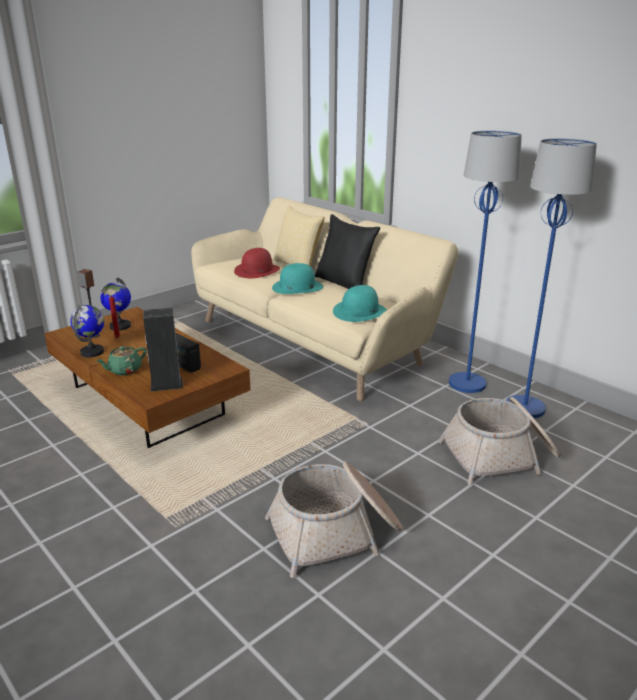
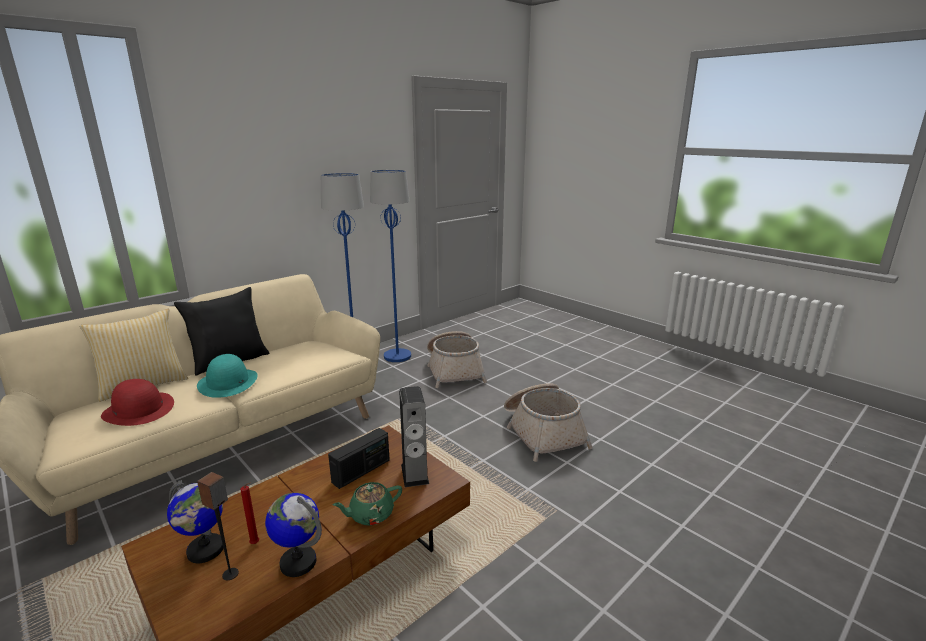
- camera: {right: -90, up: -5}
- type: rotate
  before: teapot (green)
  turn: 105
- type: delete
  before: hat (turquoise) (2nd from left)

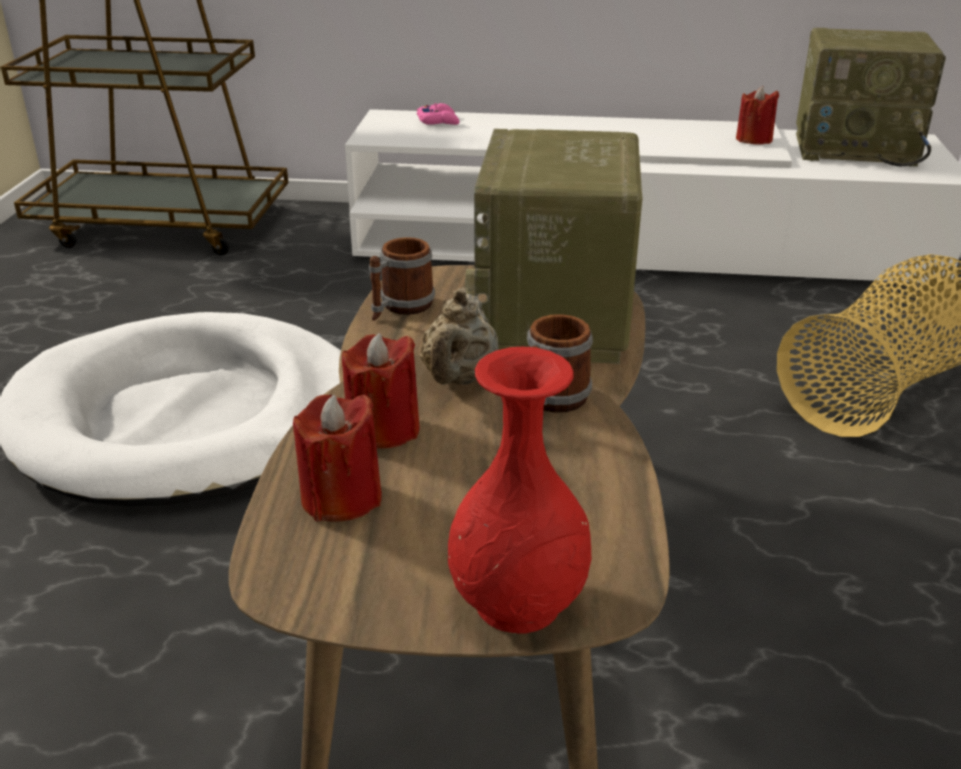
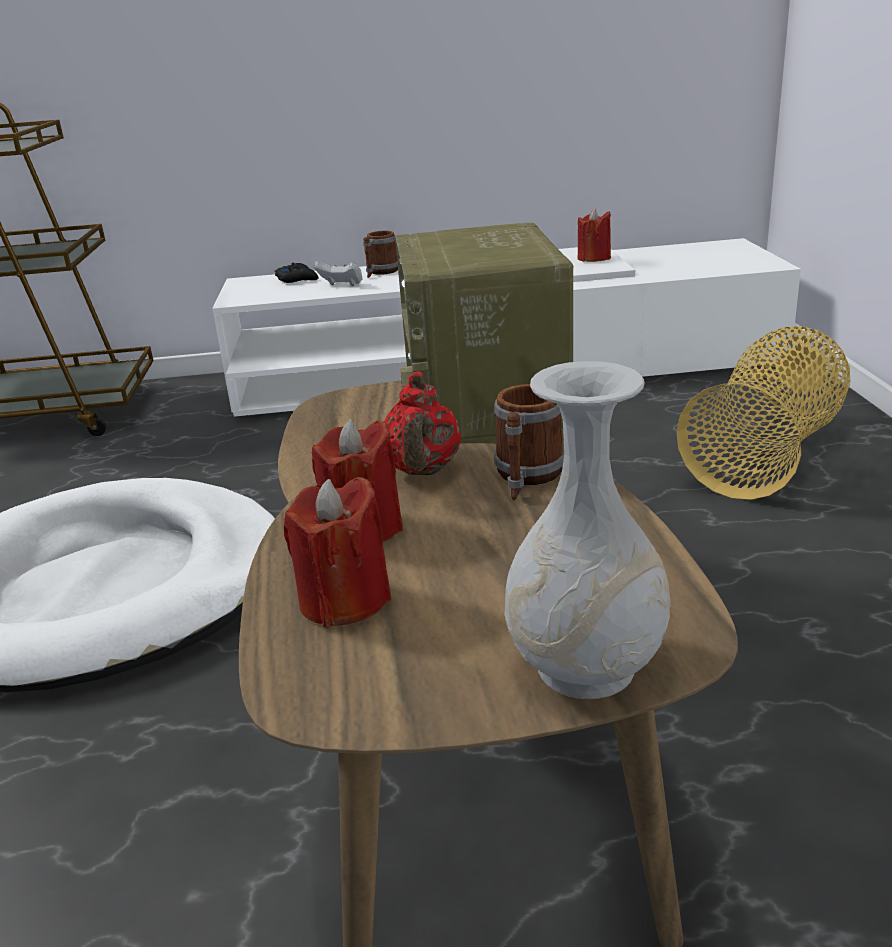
- camera: {right: -10, up: -5}
- type: recolor
  before: game controller (pink)
  after: game controller (black)
- type: insert
  after: game controller (white)
- type: move
  before: mug (1st from left)
- type: recolor
  before: teapot (beige)
  after: teapot (red)
- type: recolor
  before: vase (red)
  after: vase (white)
- type: delete
  before: radio (2nd from left)

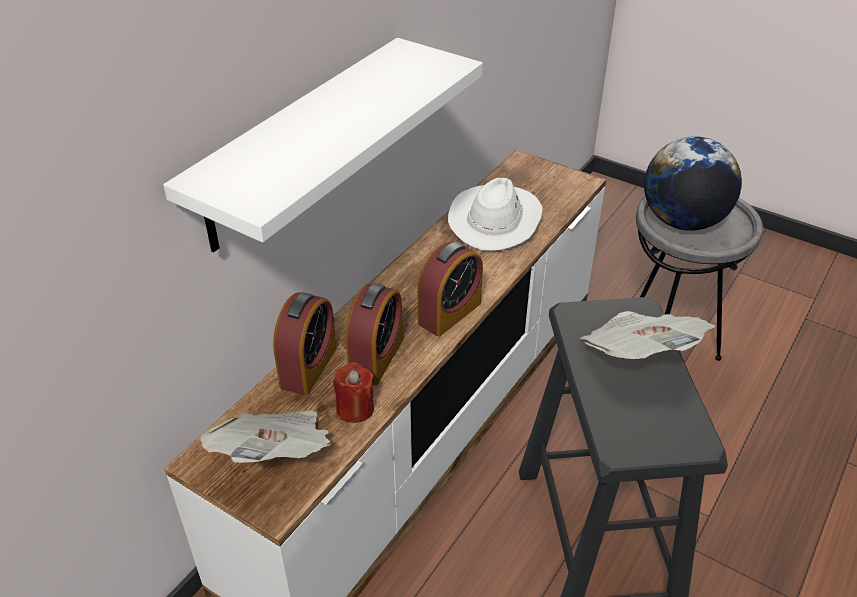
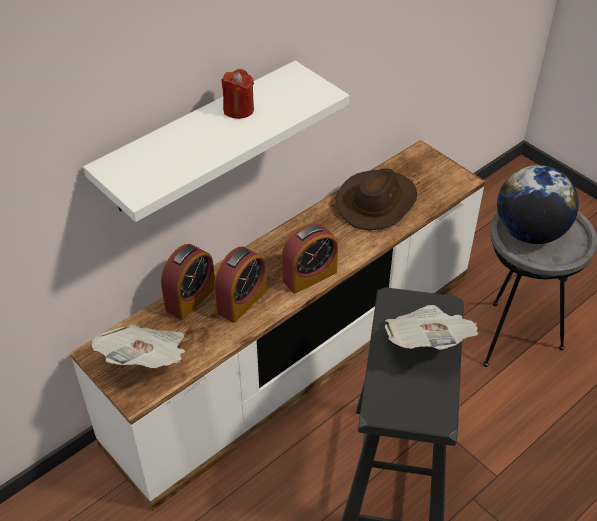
- camera: {right: 15, up: 5}
- type: move
  before: candle (red)
- type: recolor
  before: hat (white)
  after: hat (brown)

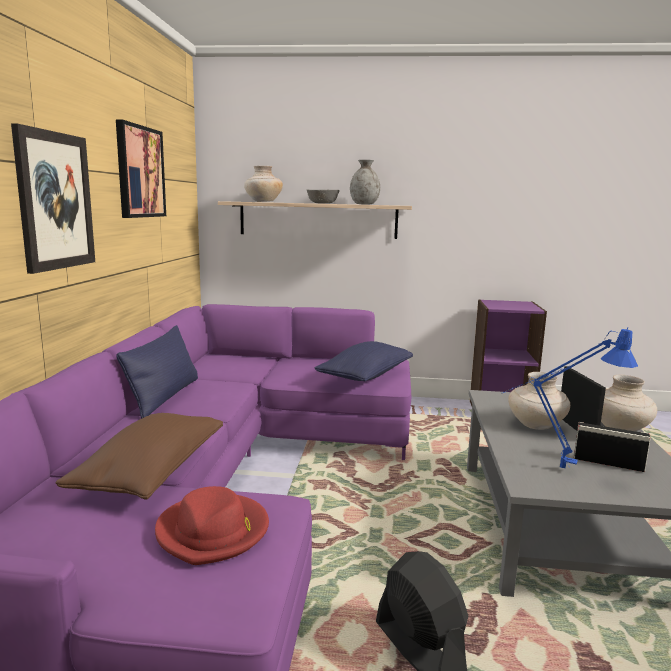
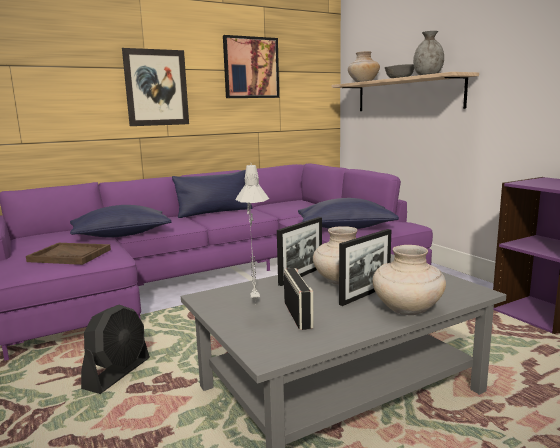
- camera: {right: 55, up: 0}
- type: replace
  before: hat (red)
  after: tray (brown)
- type: recolor
  before: pillow (brown)
  after: pillow (blue) (1st from left)
- type: recolor
  before: table lamp (blue)
  after: table lamp (grey)
- type: insert
  after: picture frame (1st from left)

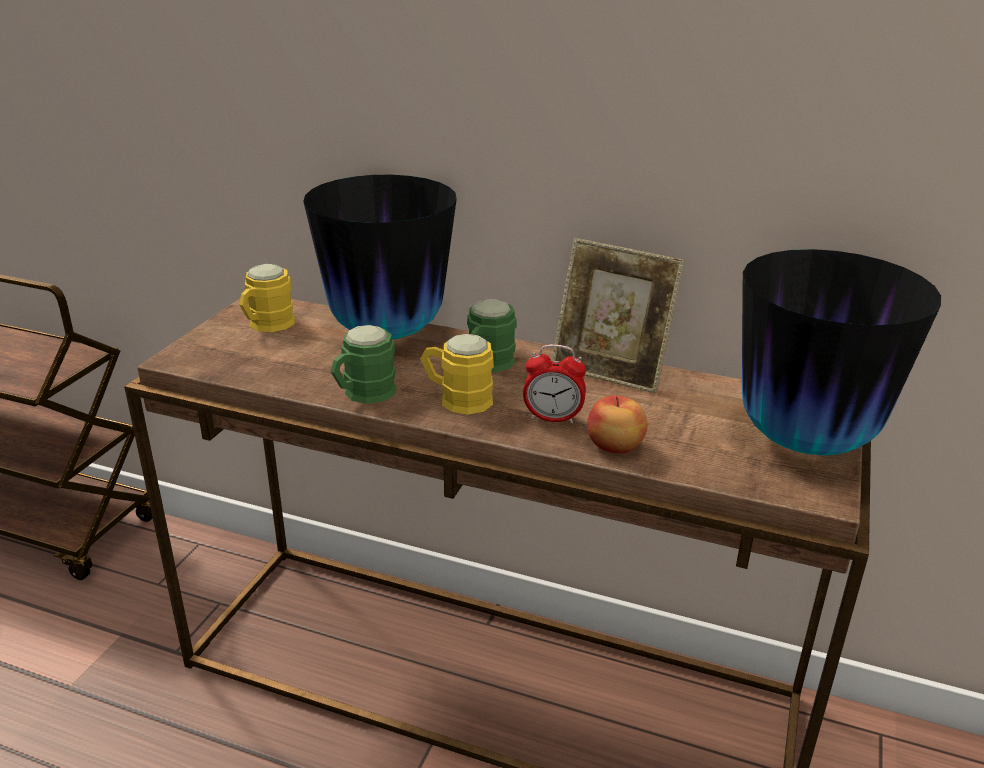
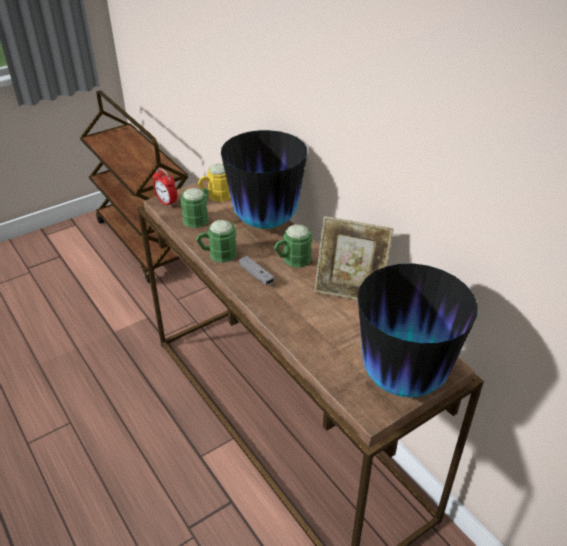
- camera: {right: 35, up: 10}
- type: move
  before: alarm clock
- type: insert
  after: mug (green) (1st from left)
- type: replace
  before: mug (yellow) (2nd from left)
  after: game controller (grey)
- type: rotate
  before: picture frame
  turn: -45
- type: delete
  before: apple

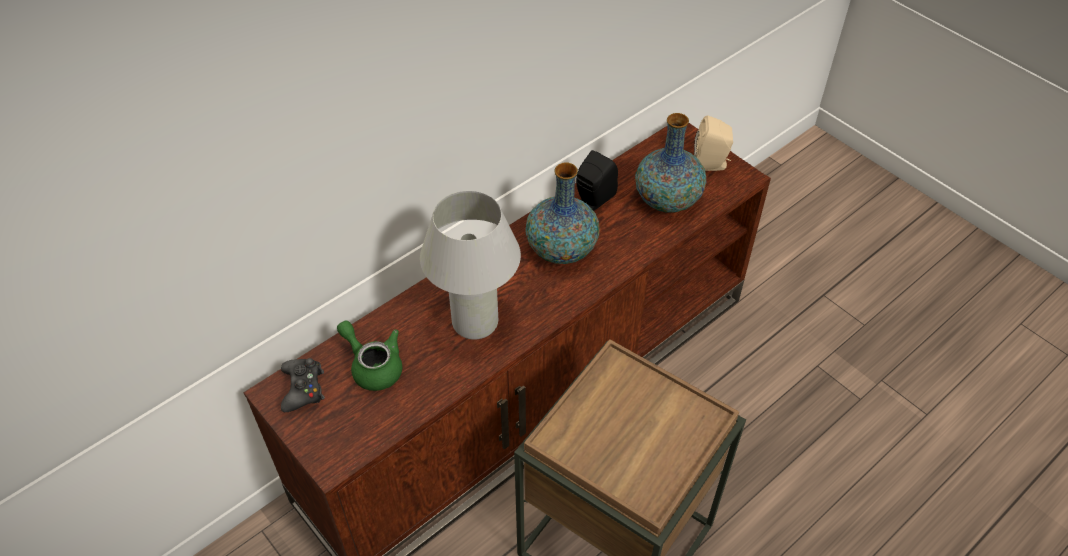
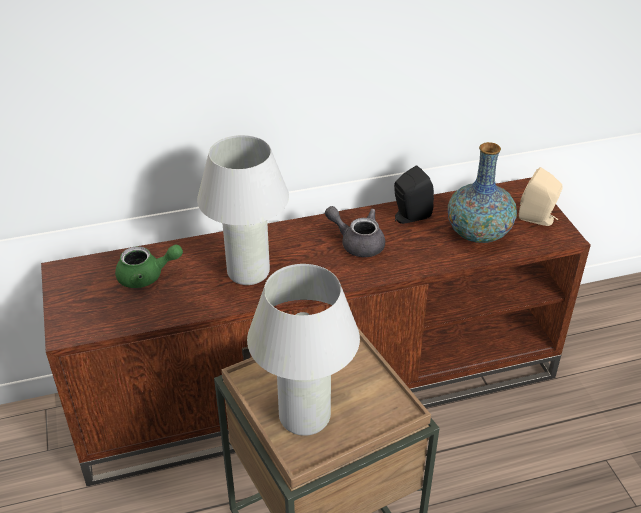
- camera: {right: 25, up: -10}
- type: rotate
  before: teapot (green)
  turn: 105
- type: insert
  after: table lamp (white) (2nd from left)
- type: replace
  before: vase (1st from left)
  after: teapot (grey)
- type: delete
  before: game controller (black)

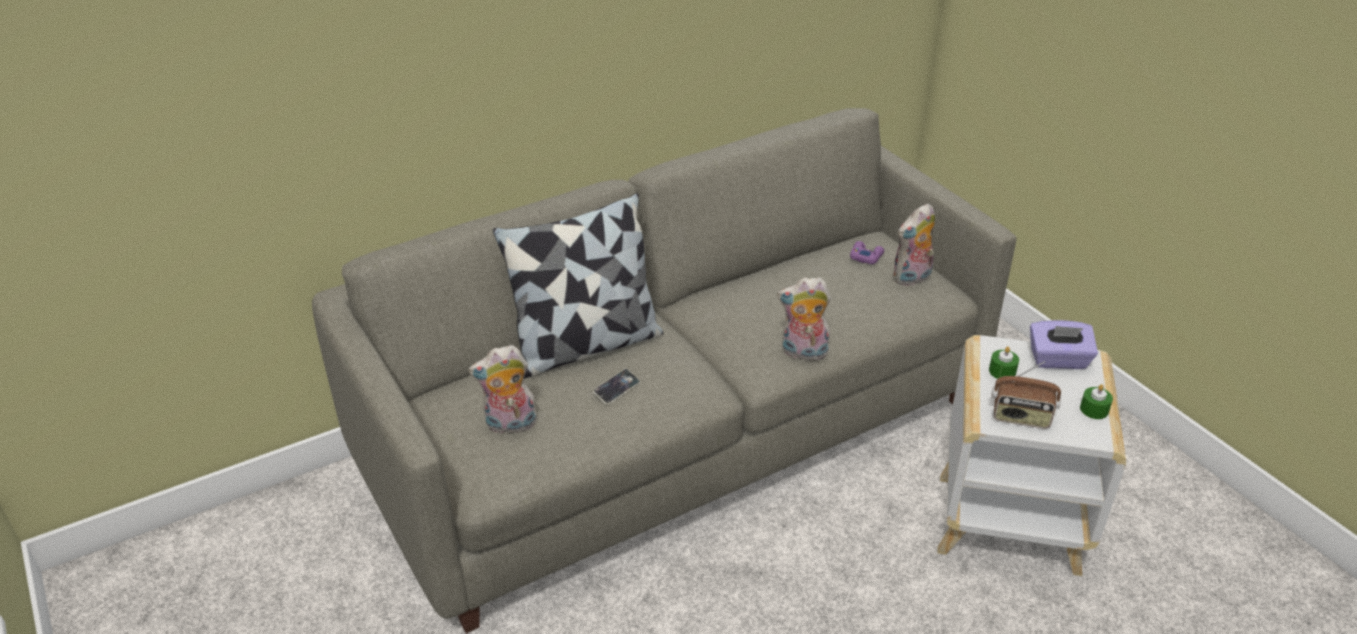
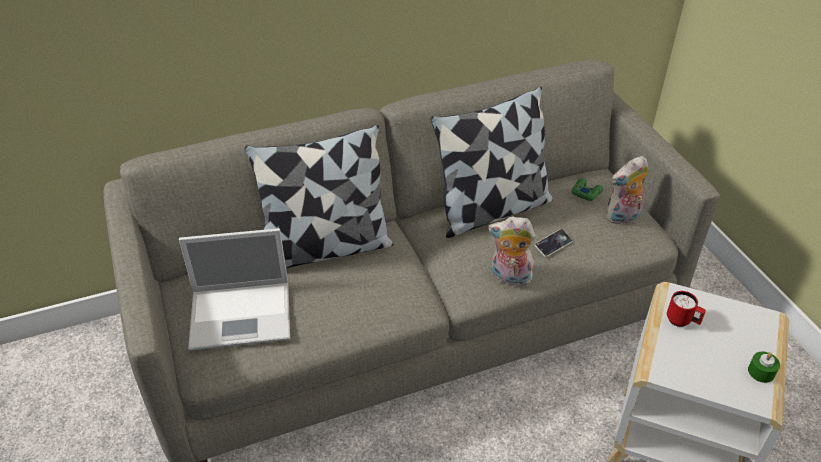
- camera: {right: 10, up: 5}
- type: replace
  before: plush toy (1st from left)
  after: laptop
- type: insert
  after: pillow (2nd from left)
- type: move
  before: phone
- type: recolor
  before: game controller (purple)
  after: game controller (green)
- type: replace
  before: candle (green) (1st from left)
  after: mug (red)
- type: delete
  before: radio
- type: delete
  before: tissue box (purple)

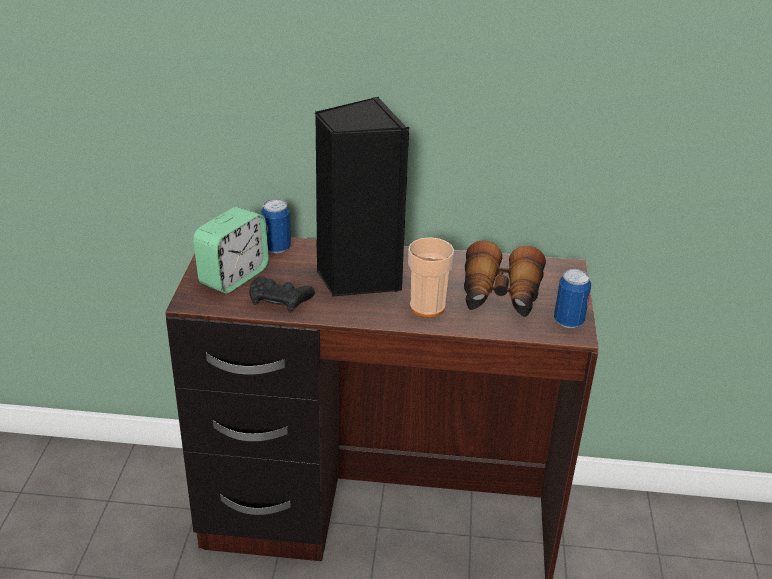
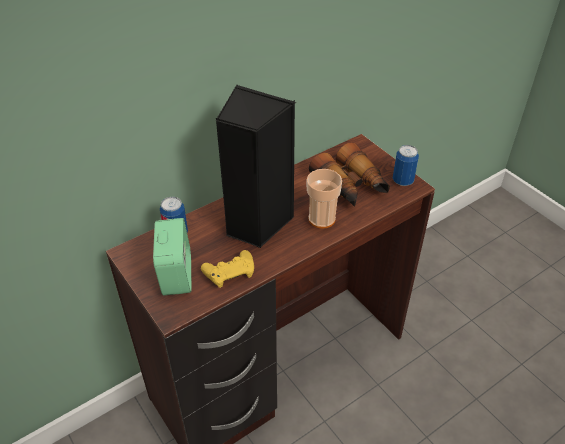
- camera: {right: -40, up: 10}
- type: recolor
  before: game controller (black)
  after: game controller (yellow)

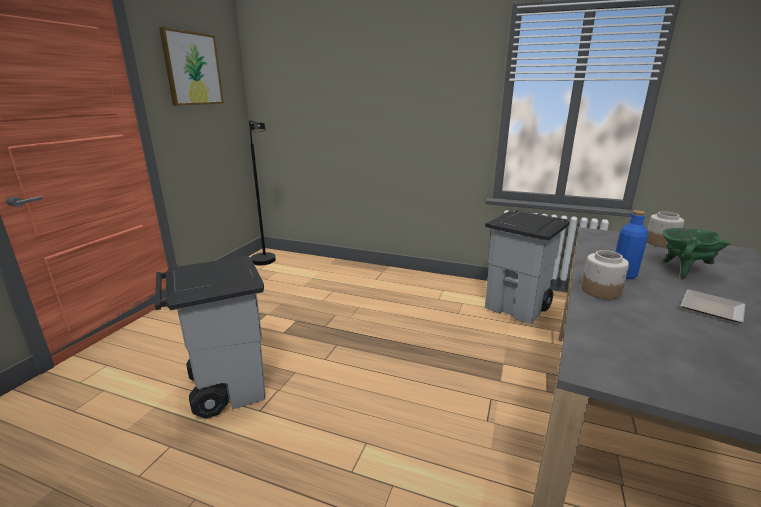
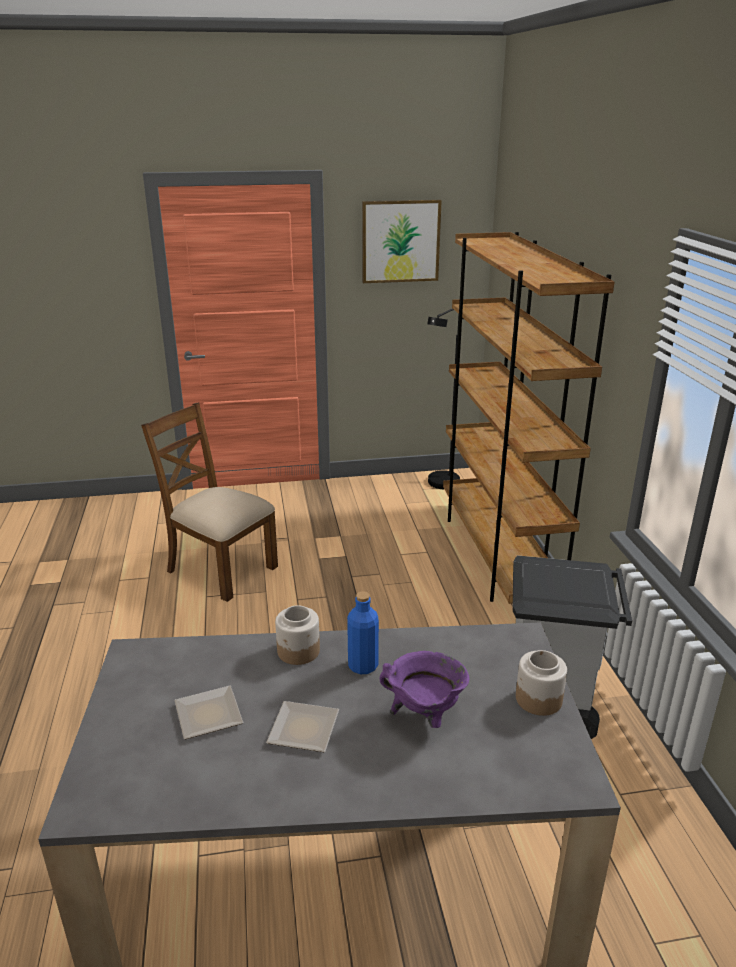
- camera: {right: 60, up: 5}
- type: replace
  before: trash can (grey) (1st from left)
  after: chair (brown)
- type: insert
  after: plate (1st from left)
- type: recolor
  before: cooking pot (green)
  after: cooking pot (purple)
- type: insert
  after: bookcase (brown)

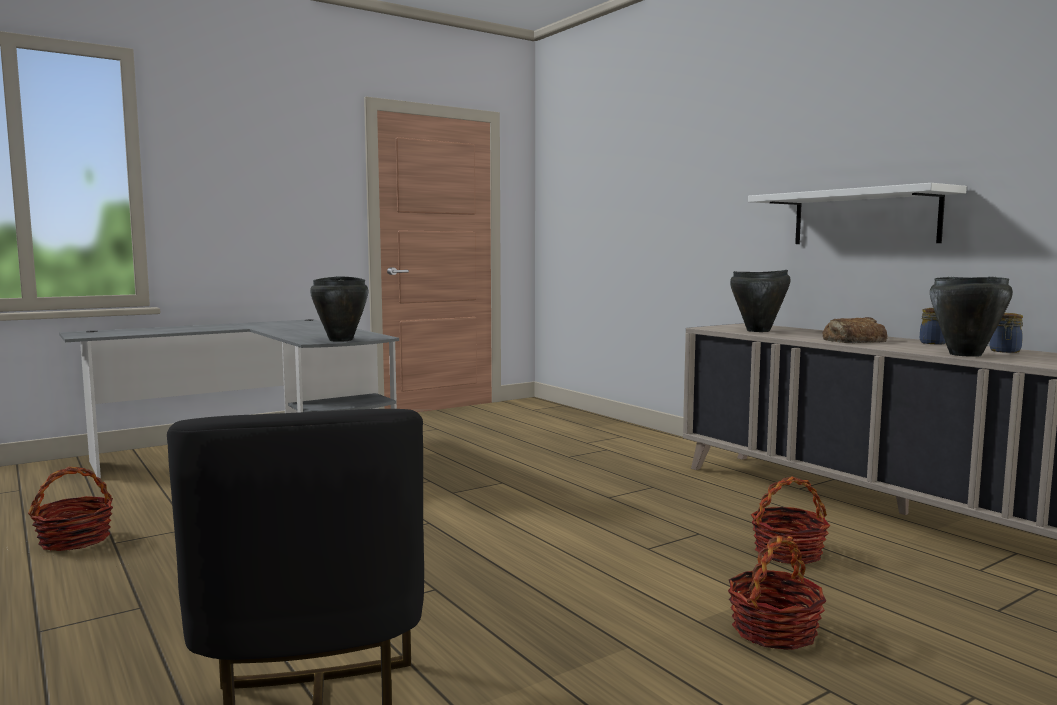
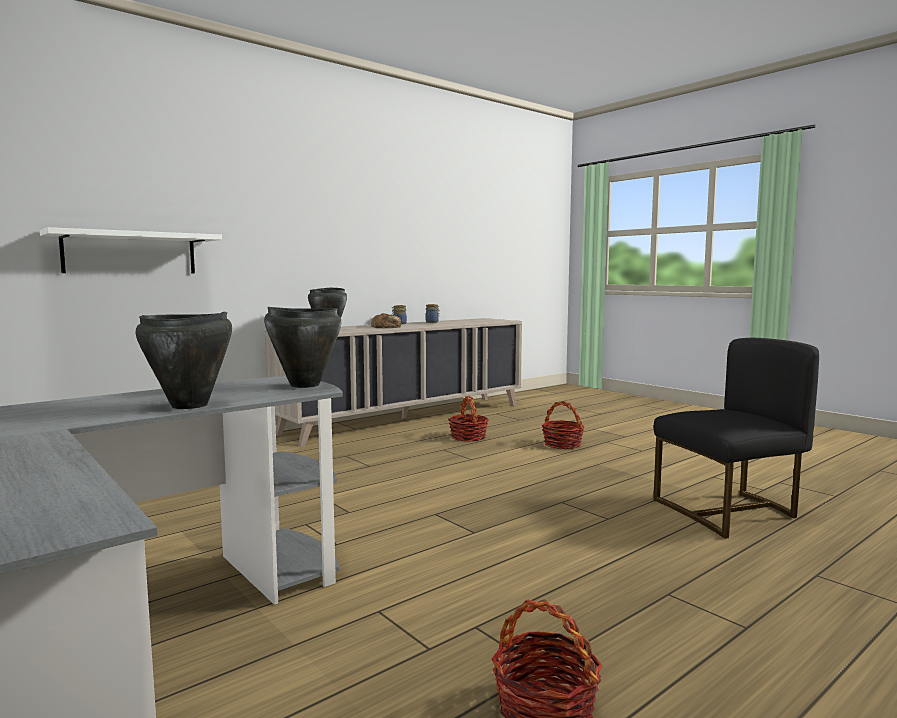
- camera: {right: -95, up: 0}
- type: move
  before: shelf (white)
- type: move
  before: cooking pot (black) (3rd from left in the first image)
  after: cooking pot (black) (1st from left)

